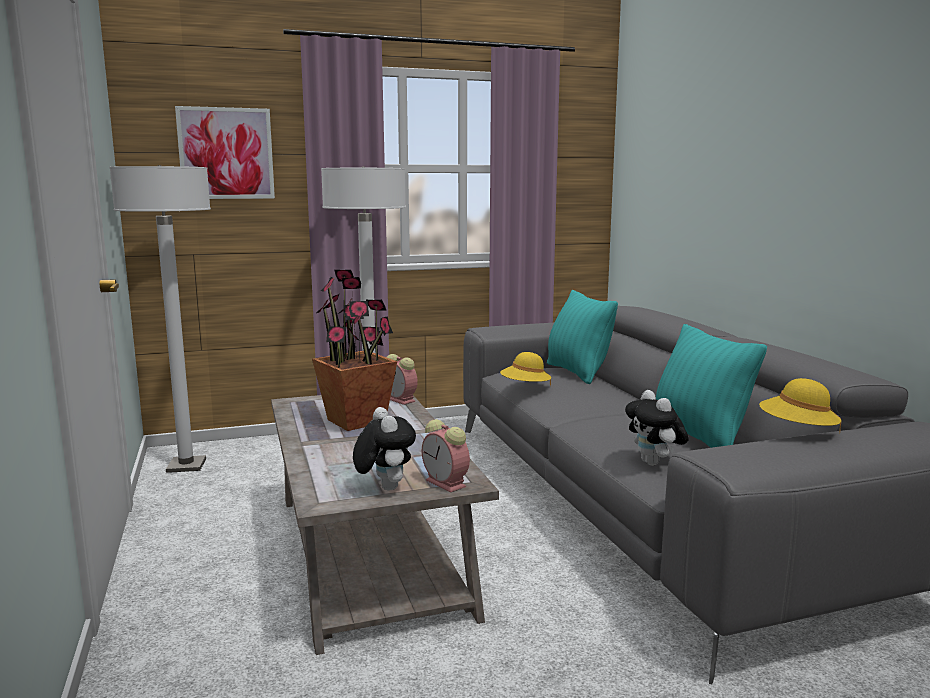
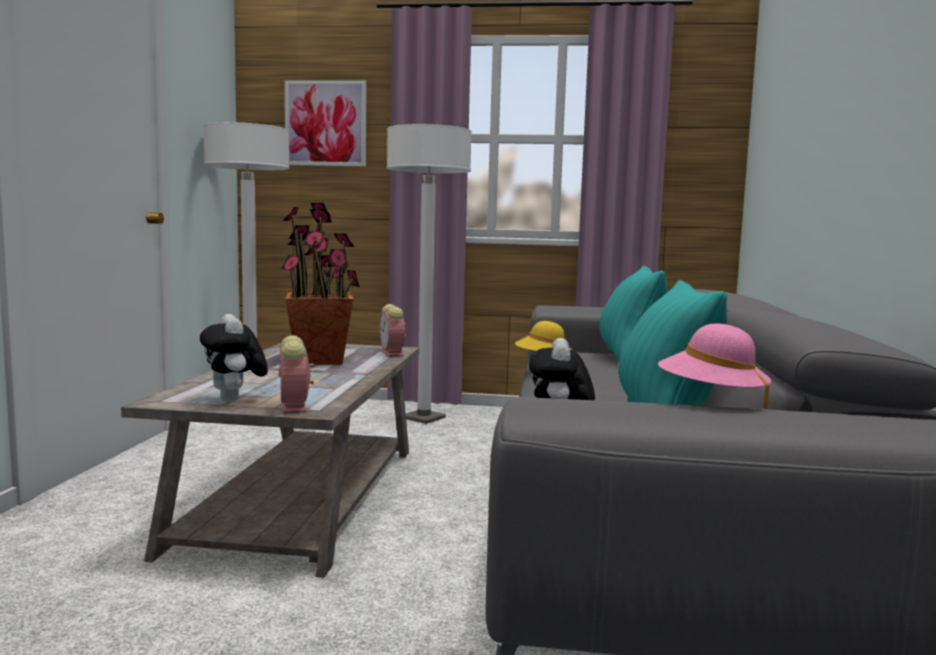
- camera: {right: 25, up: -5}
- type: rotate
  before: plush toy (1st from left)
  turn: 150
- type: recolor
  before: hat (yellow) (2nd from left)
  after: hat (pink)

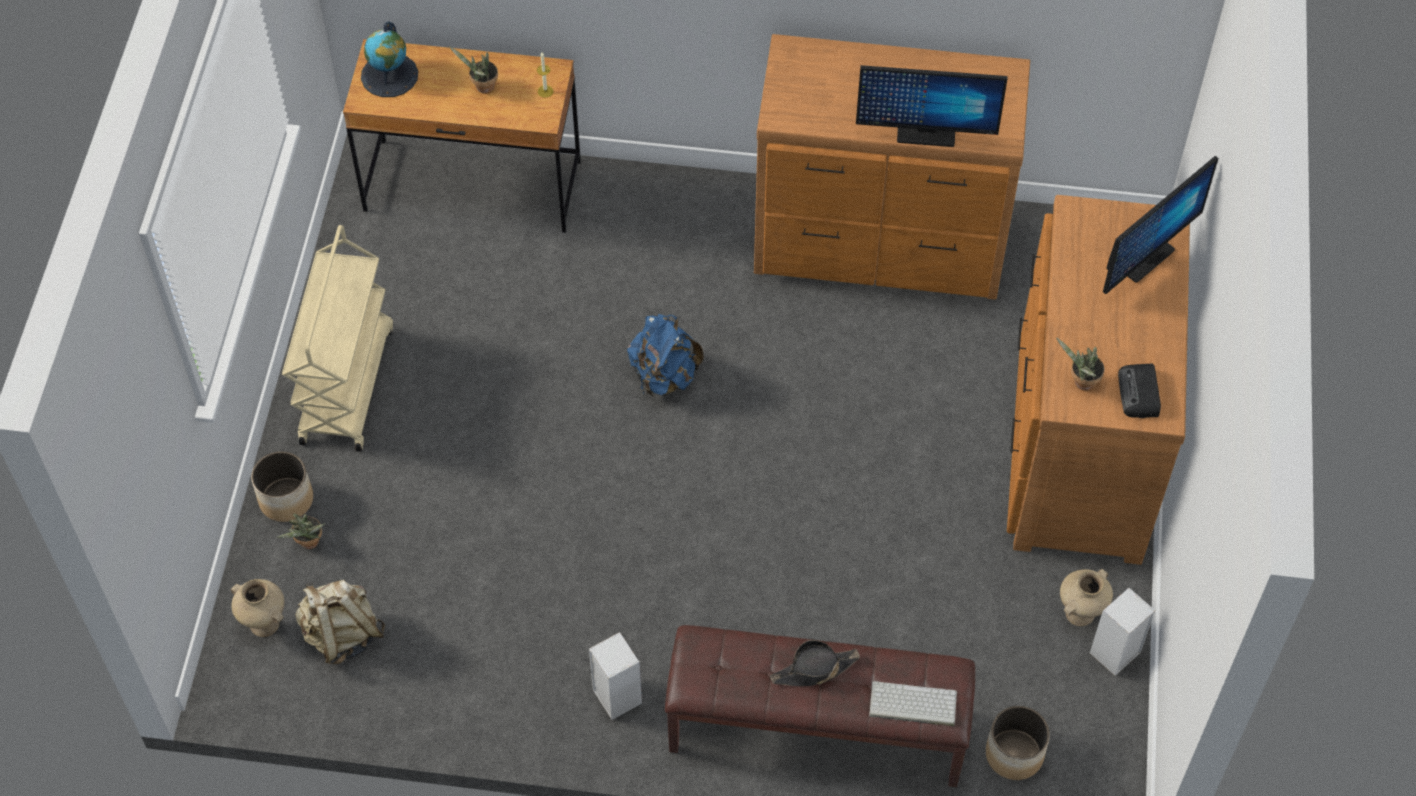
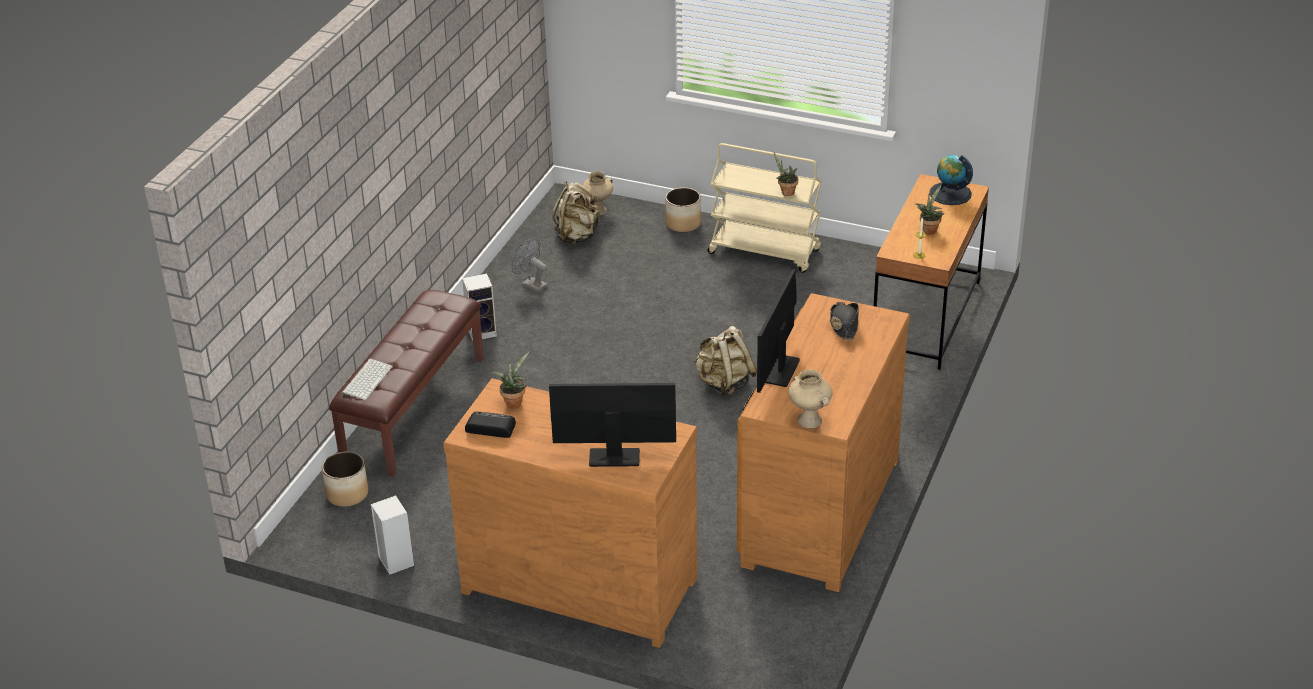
- camera: {right: 105, up: -20}
- type: insert
  after: fan (grey)
- type: rotate
  before: monitor (2nd from left in the first image)
  turn: 120
- type: recolor
  before: backpack (blue)
  after: backpack (beige) (2nd from left)
- type: move
  before: potted plant (1st from left in the first image)
  after: potted plant (2nd from left)
- type: move
  before: vase (beige) (2nd from left)
- type: move
  before: hat (black)

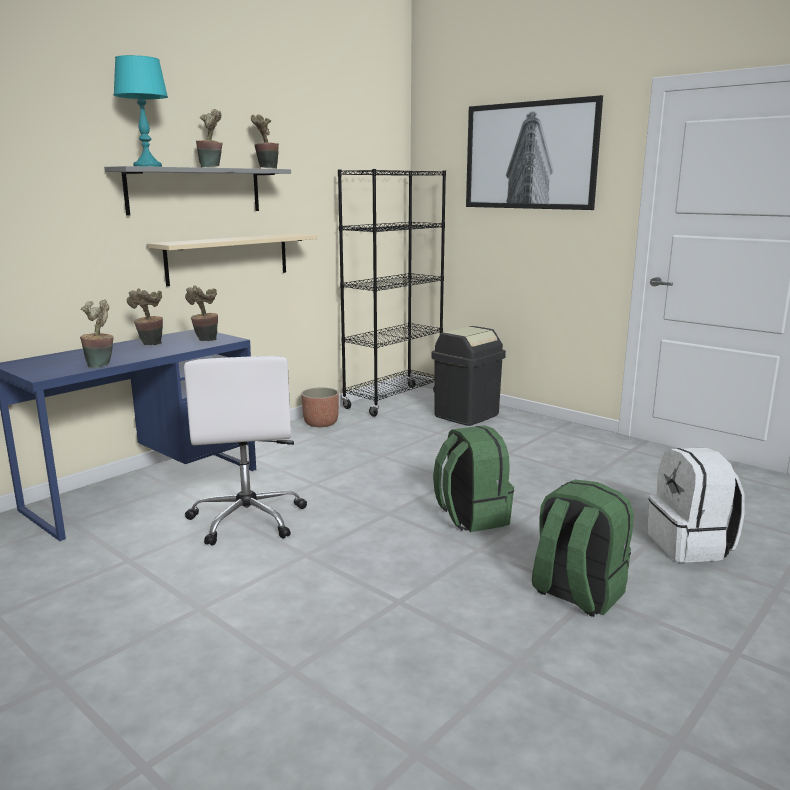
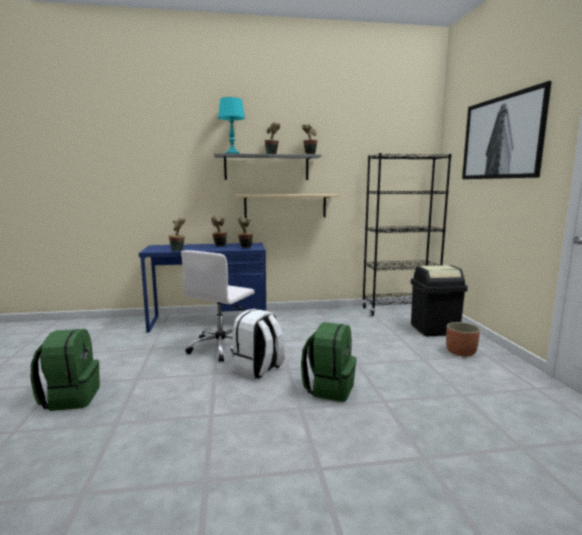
- camera: {right: 40, up: -5}
- type: move
  before: backpack (green) (2nd from left in the first image)
  after: backpack (green) (1st from left)
- type: move
  before: backpack (white)
- type: move
  before: planter

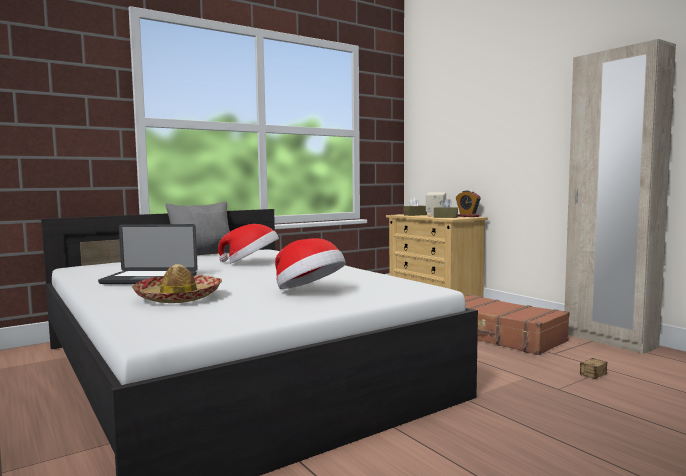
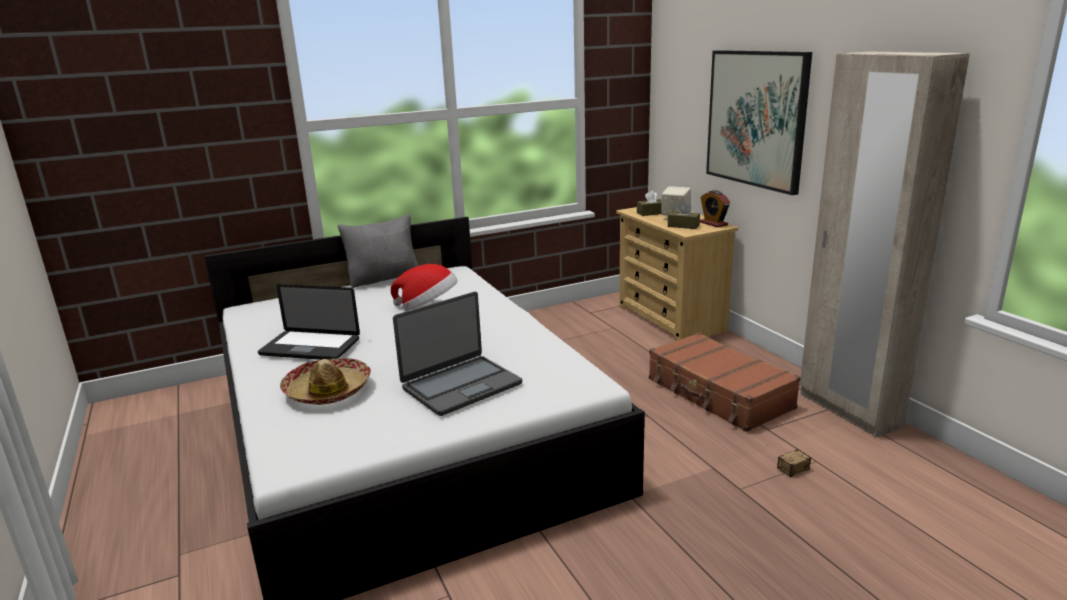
- camera: {right: 10, up: 15}
- type: replace
  before: hat (3rd from left)
  after: laptop (2nd from left)
- type: insert
  after: picture

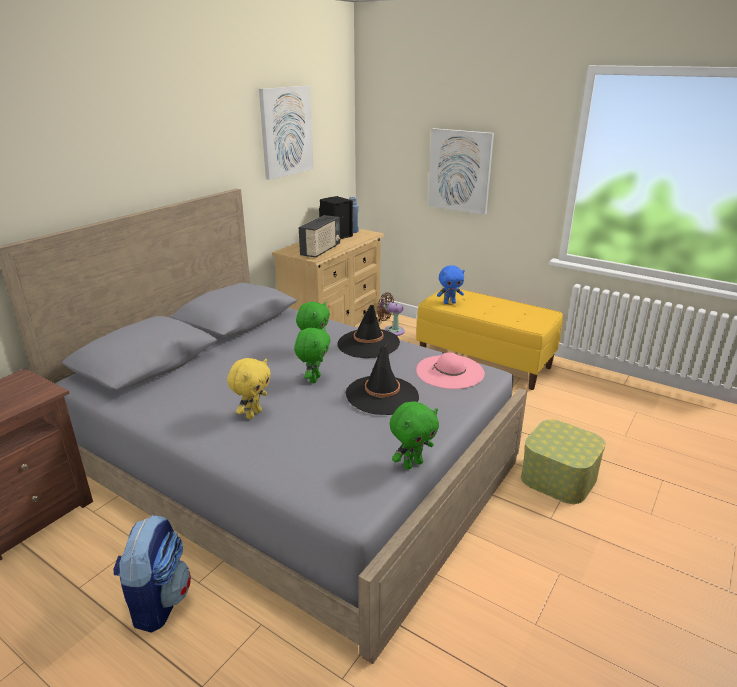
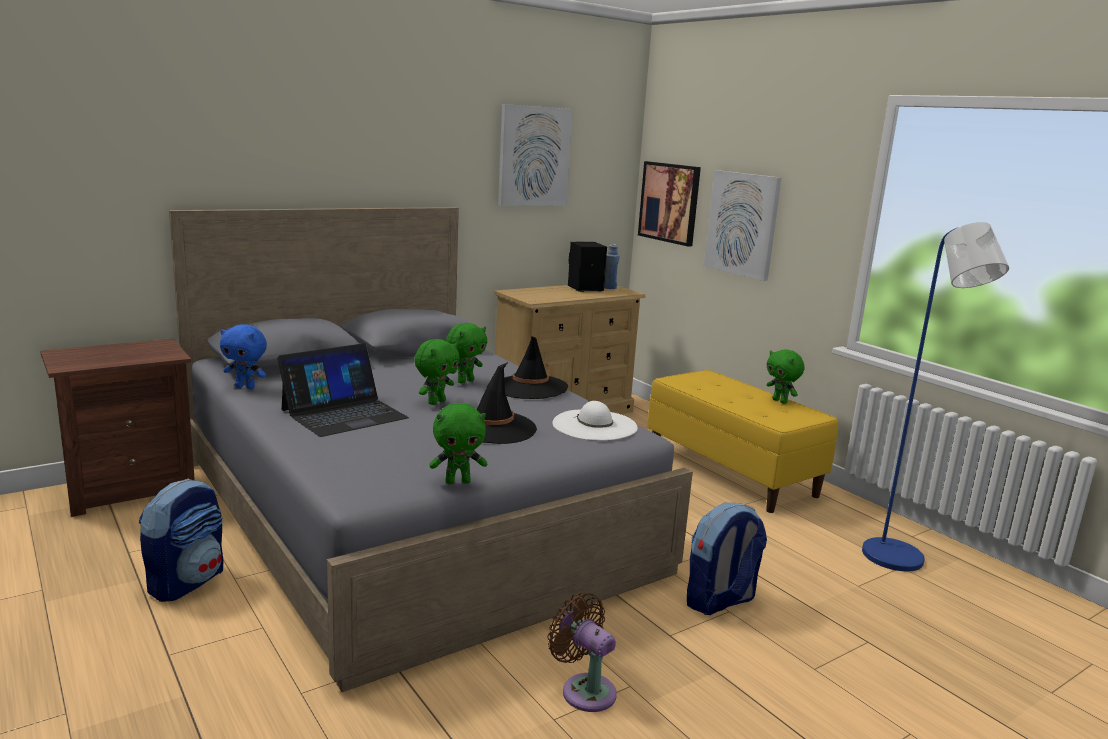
- camera: {right: 20, up: -10}
- type: move
  before: plush toy (blue)
- type: replace
  before: plush toy (yellow)
  after: laptop
- type: move
  before: fan (brown)
- type: recolor
  before: hat (pink)
  after: hat (white)
- type: insert
  after: picture (2nd from left)
- type: replace
  before: storage box
  after: backpack (2nd from left)
- type: insert
  after: plush toy (green) (4th from left)
- type: insert
  after: floor lamp (blue)
- type: delete
  before: radio

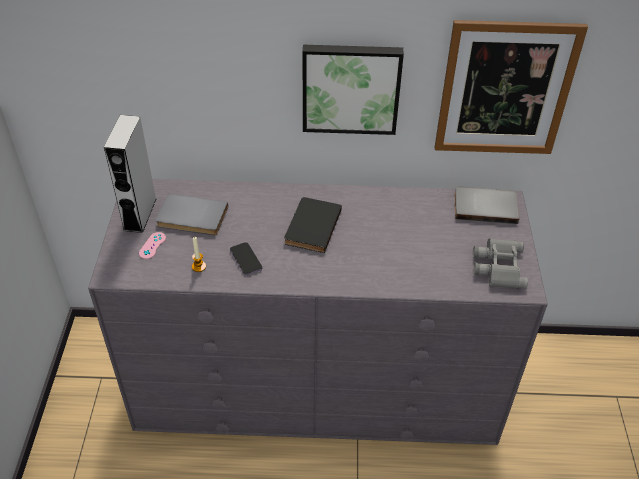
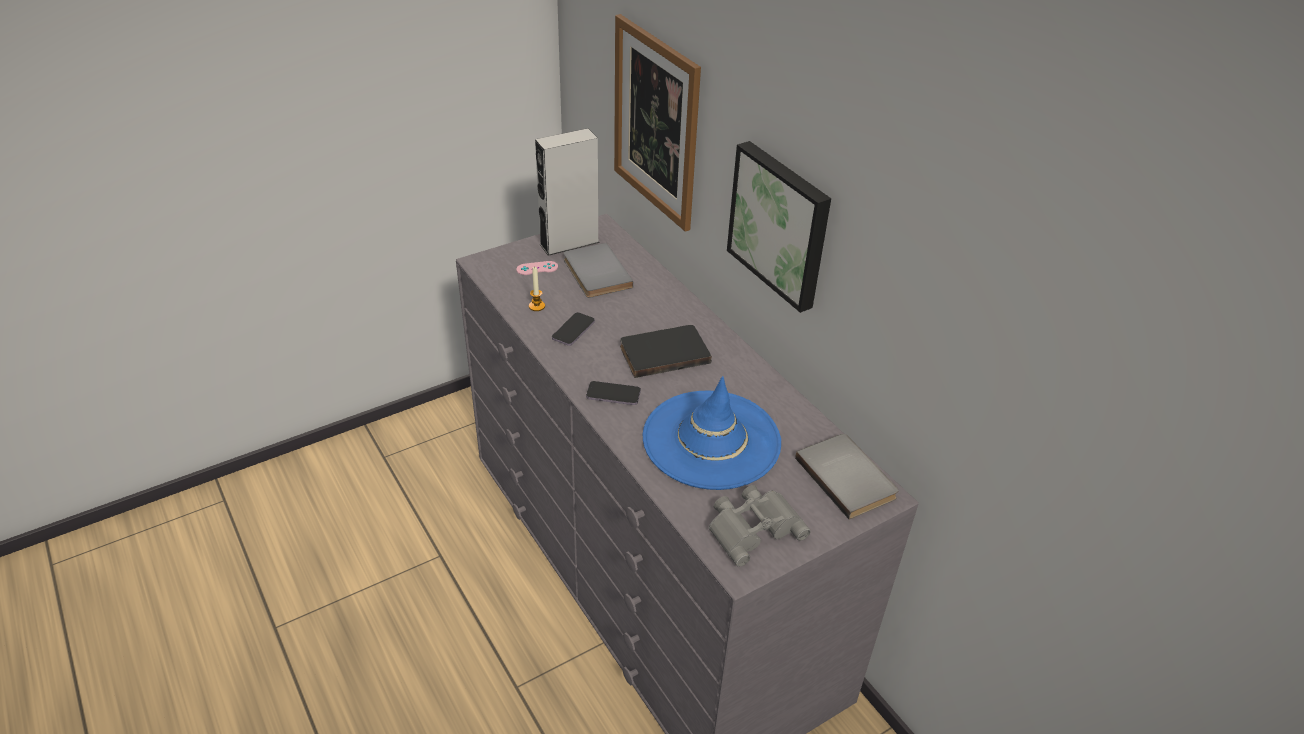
- camera: {right: 55, up: -5}
- type: insert
  after: phone (2nd from left)
- type: move
  before: picture (2nd from left in the first image)
  after: picture (1st from left)
- type: insert
  after: hat (blue)

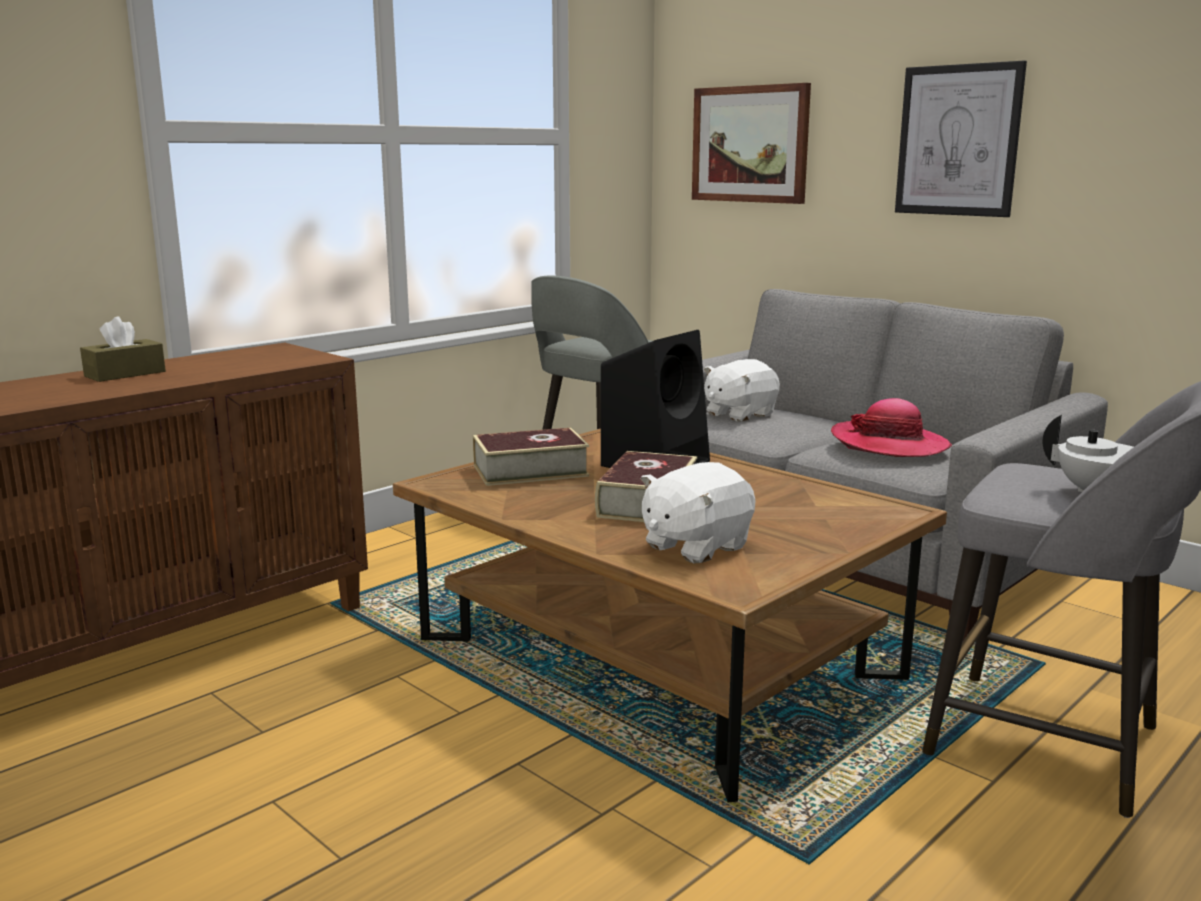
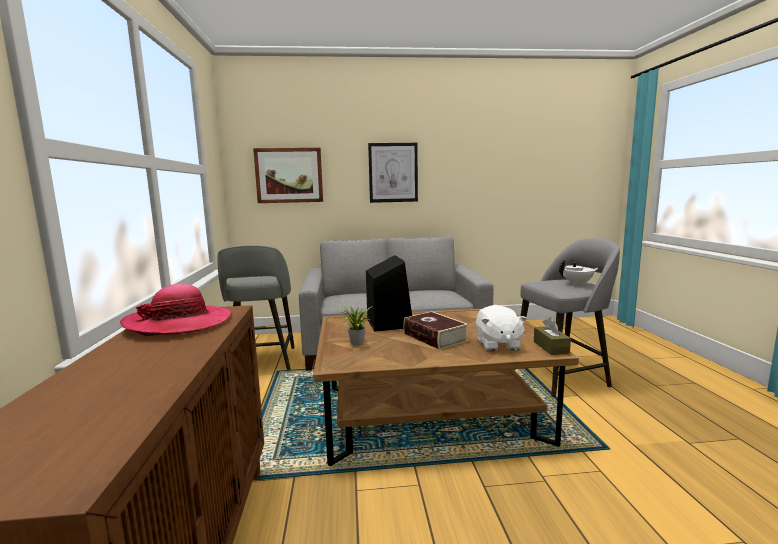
- camera: {right: -50, up: -5}
- type: move
  before: hat
- type: replace
  before: book (1st from left)
  after: potted plant
- type: move
  before: tissue box (brown)
- type: delete
  before: plush toy (white) (2nd from left)

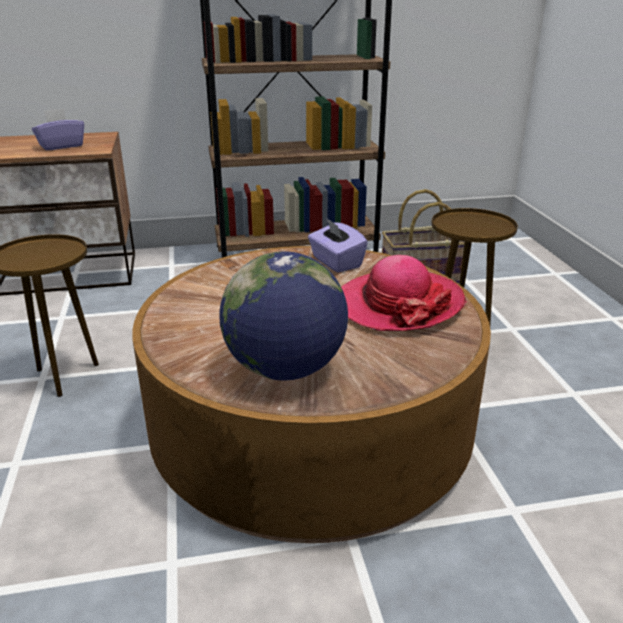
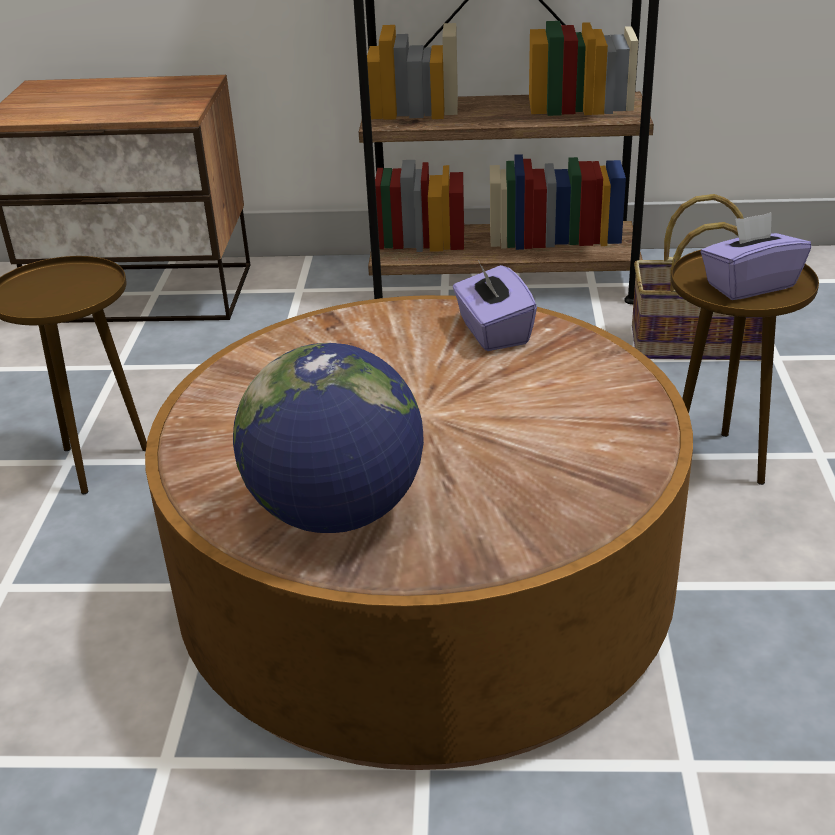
- camera: {right: 15, up: 5}
- type: move
  before: tissue box (purple) (1st from left in the first image)
  after: tissue box (purple) (2nd from left)
- type: delete
  before: hat

